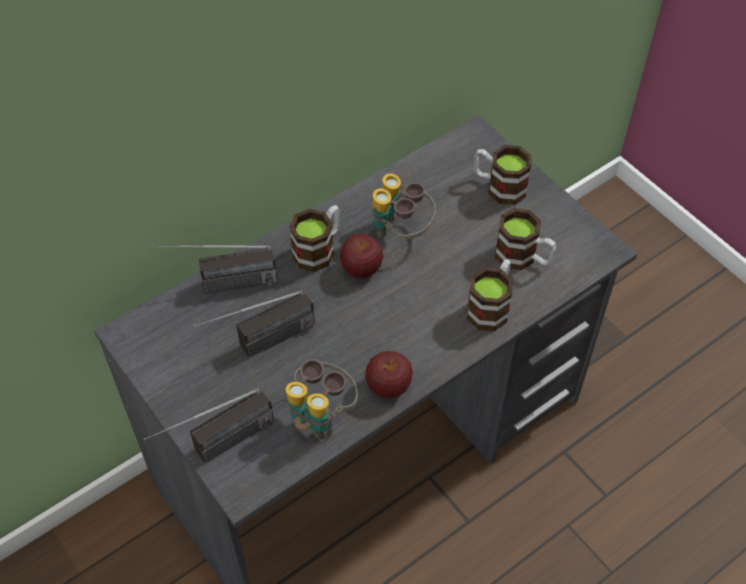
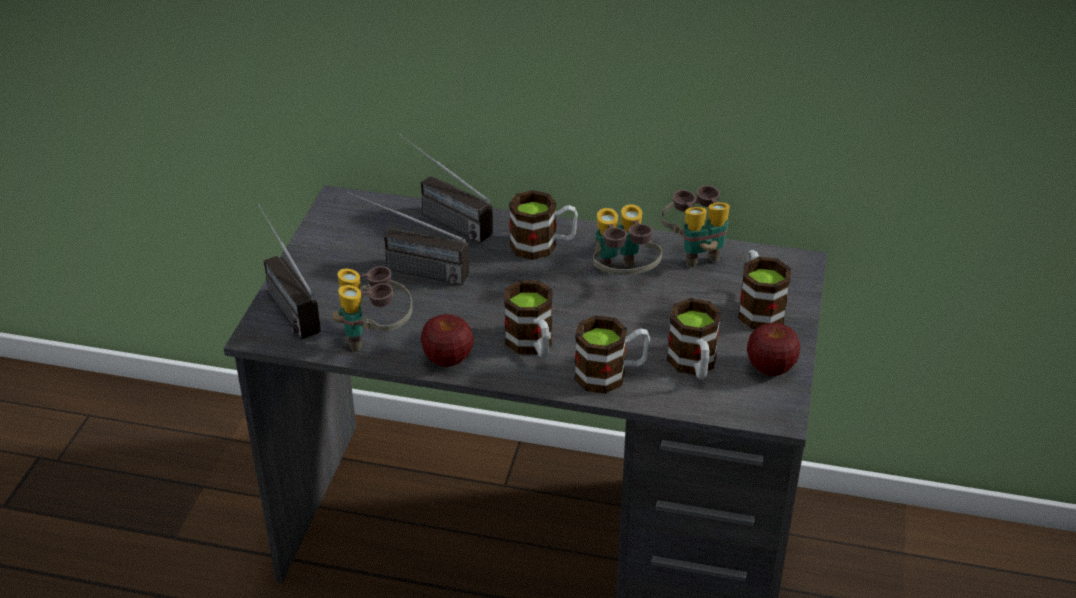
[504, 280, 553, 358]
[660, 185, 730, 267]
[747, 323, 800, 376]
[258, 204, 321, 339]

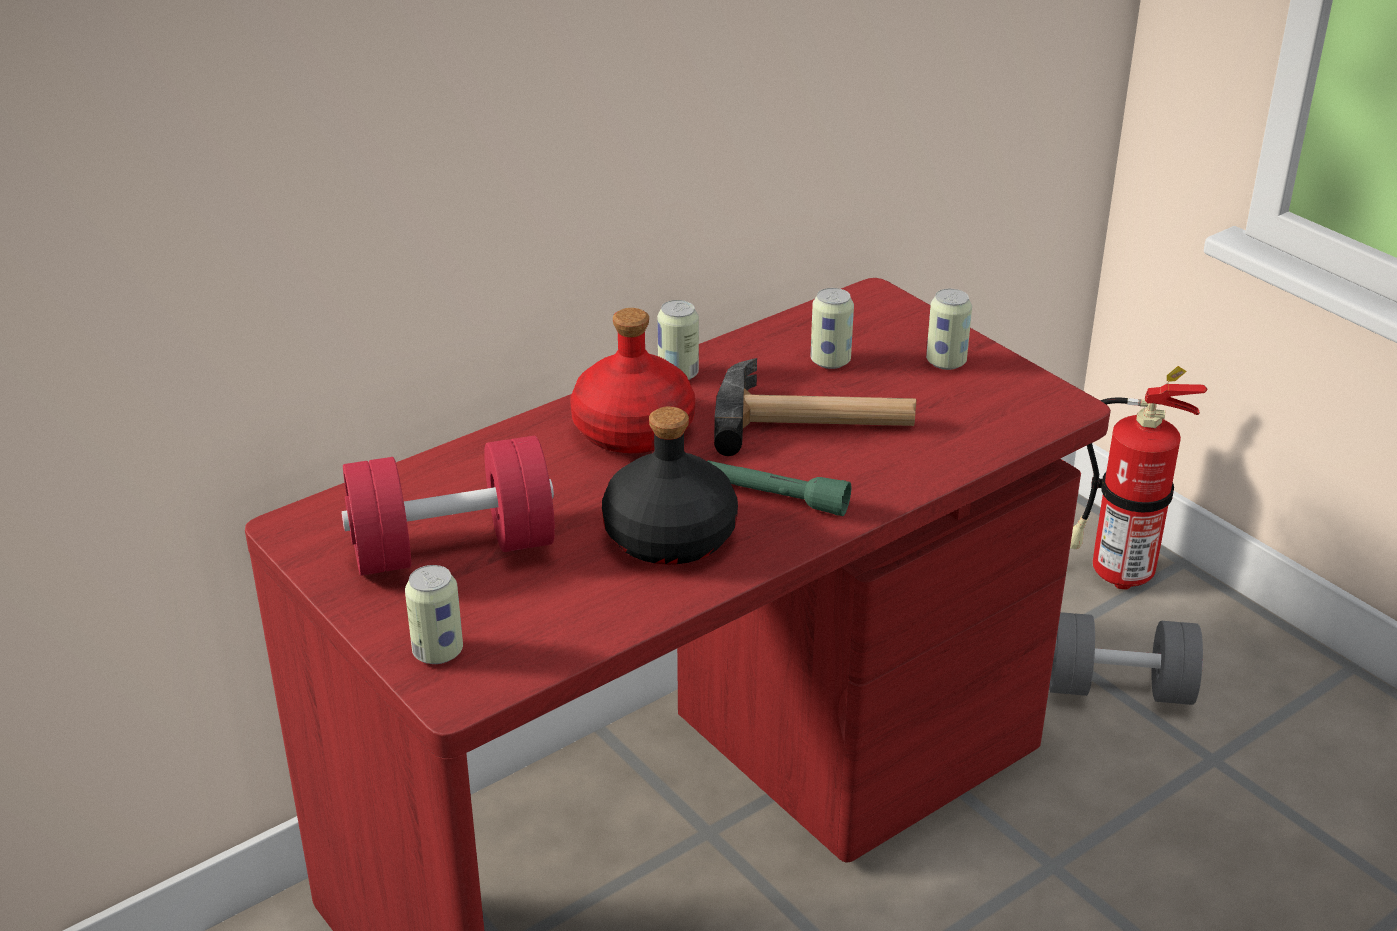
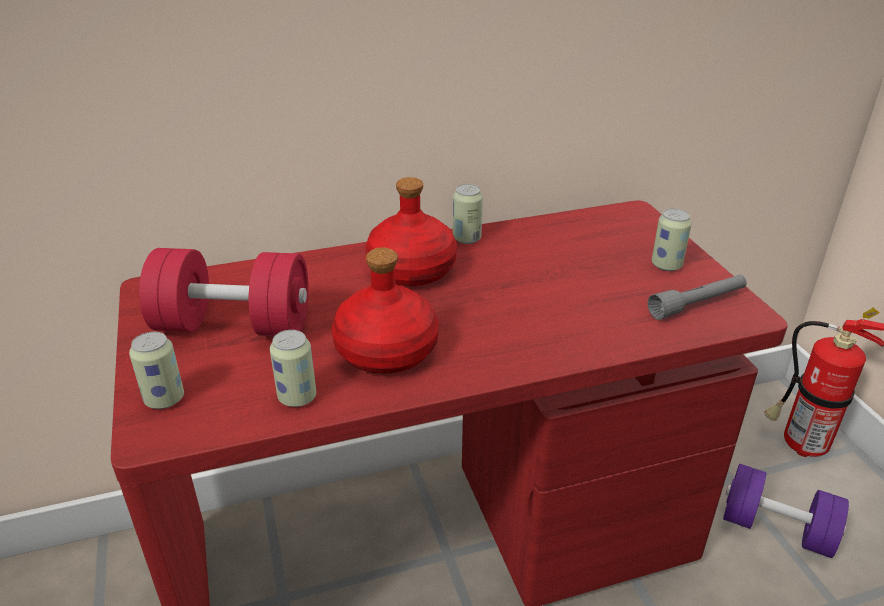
[708, 460, 851, 516] (first image)
[714, 358, 916, 456] (first image)
[648, 275, 747, 320]
[270, 330, 316, 407]
[332, 247, 439, 374]
[723, 464, 849, 558]

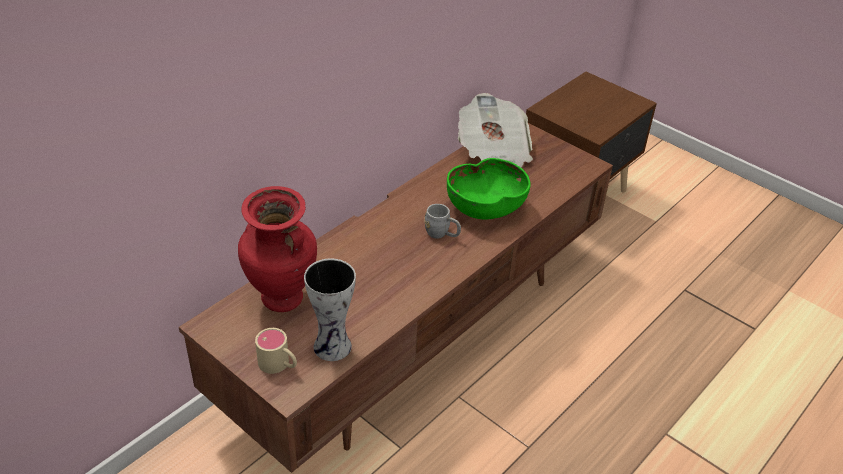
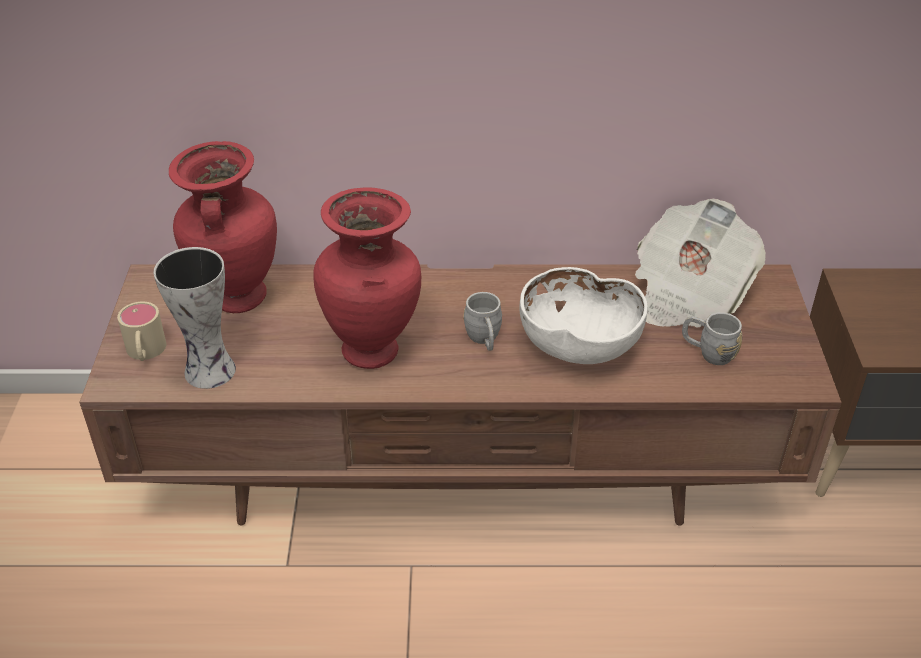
[313, 187, 421, 369]
[682, 312, 742, 365]
[519, 267, 648, 364]

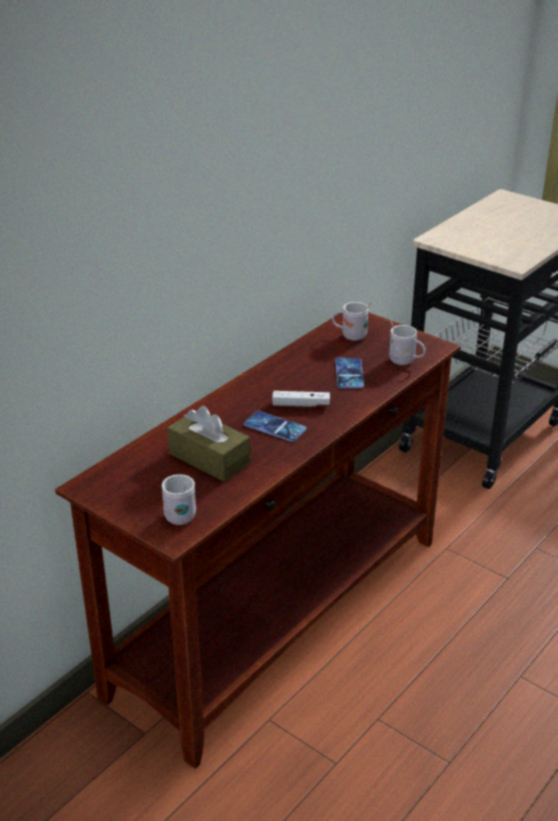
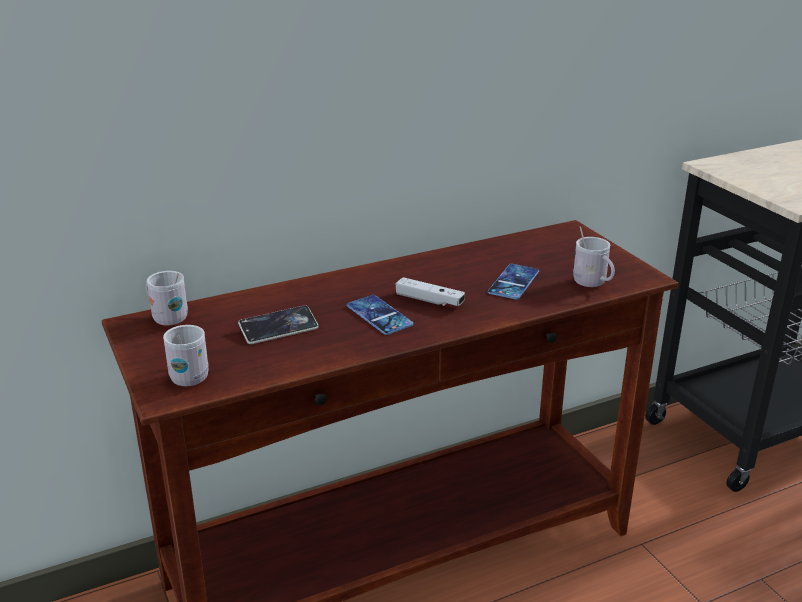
[146, 271, 188, 325]
[238, 305, 318, 344]

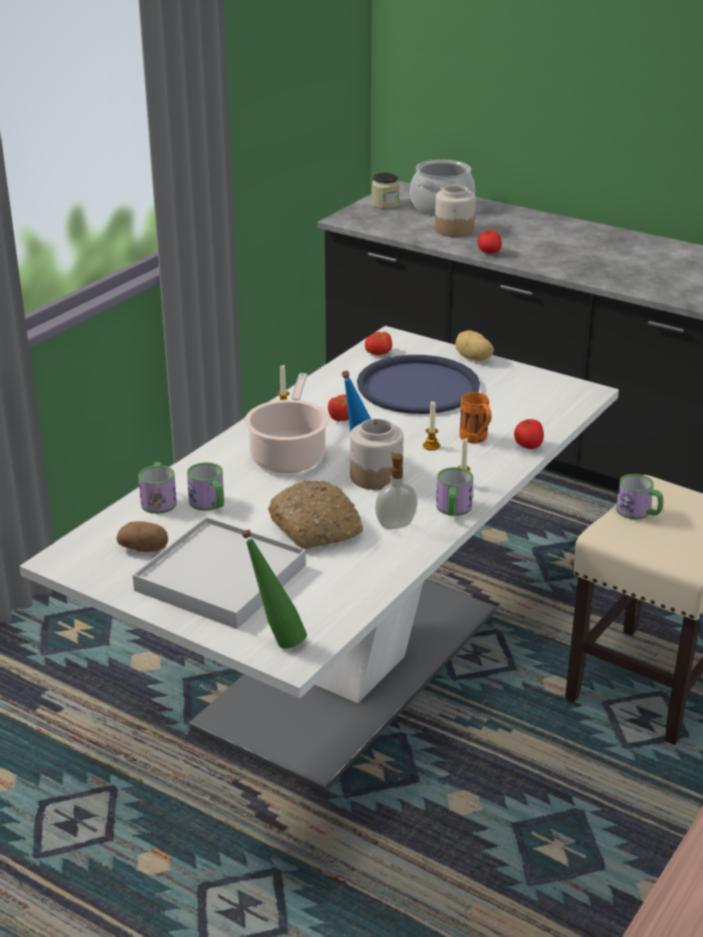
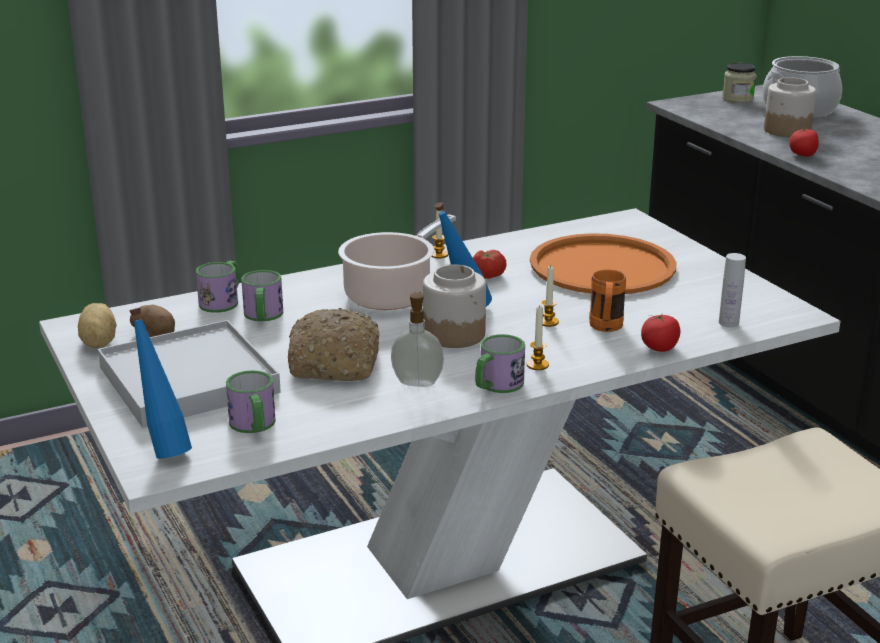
[365, 332, 392, 355] (first image)
[719, 253, 746, 328]
[78, 303, 117, 348]
[226, 370, 276, 433]
[129, 308, 192, 459]
[530, 233, 677, 294]

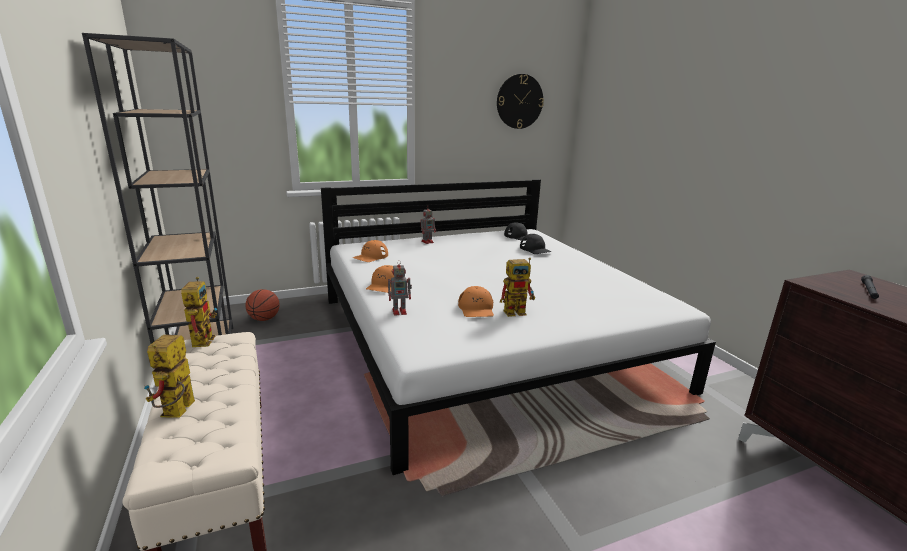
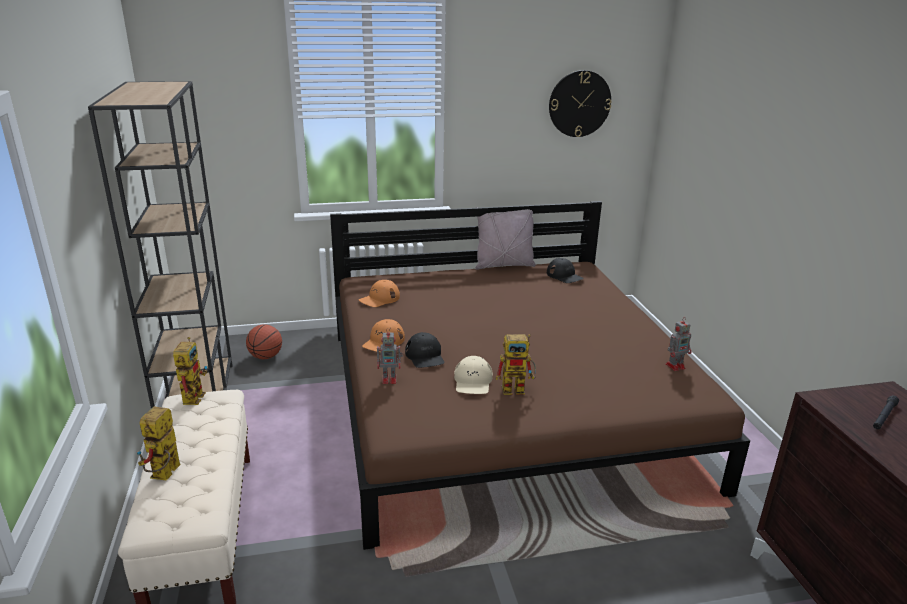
[475, 207, 536, 270]
[665, 318, 692, 371]
[405, 332, 444, 368]
[330, 201, 750, 550]
[454, 356, 493, 394]

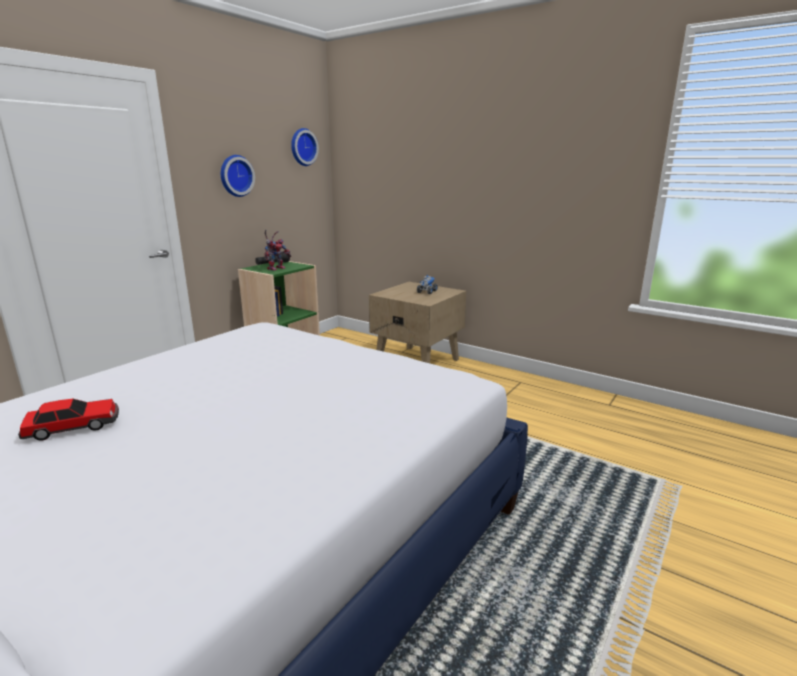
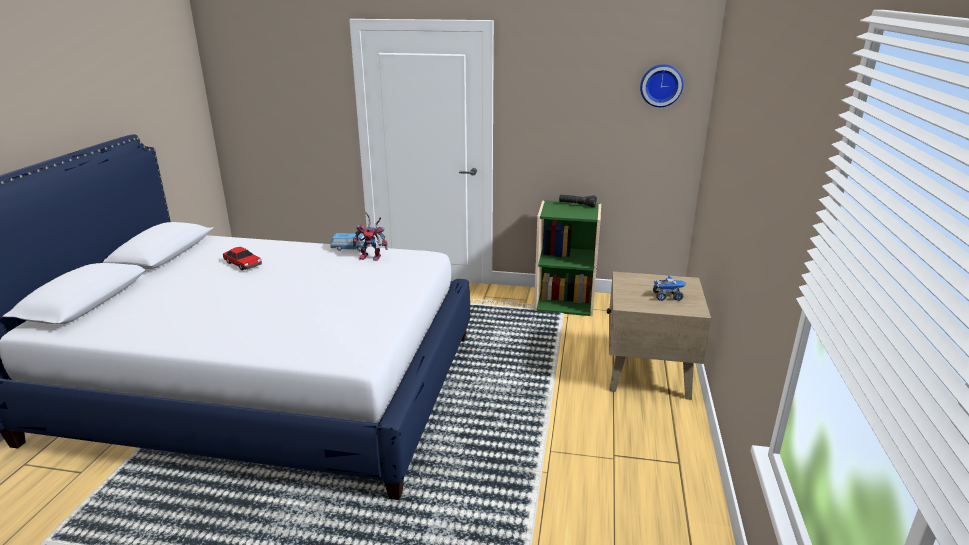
[221, 155, 255, 197] (first image)
[330, 233, 370, 251]
[353, 212, 388, 261]

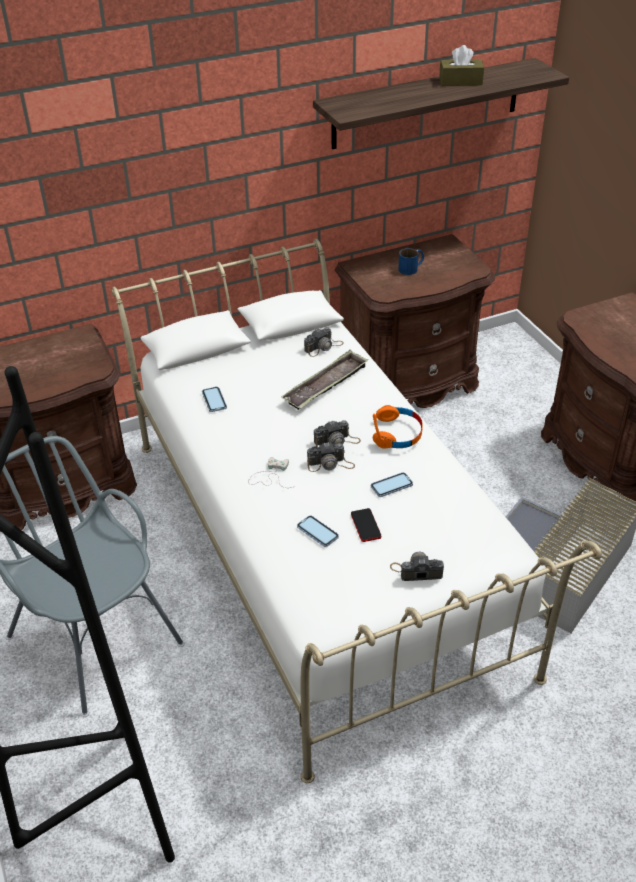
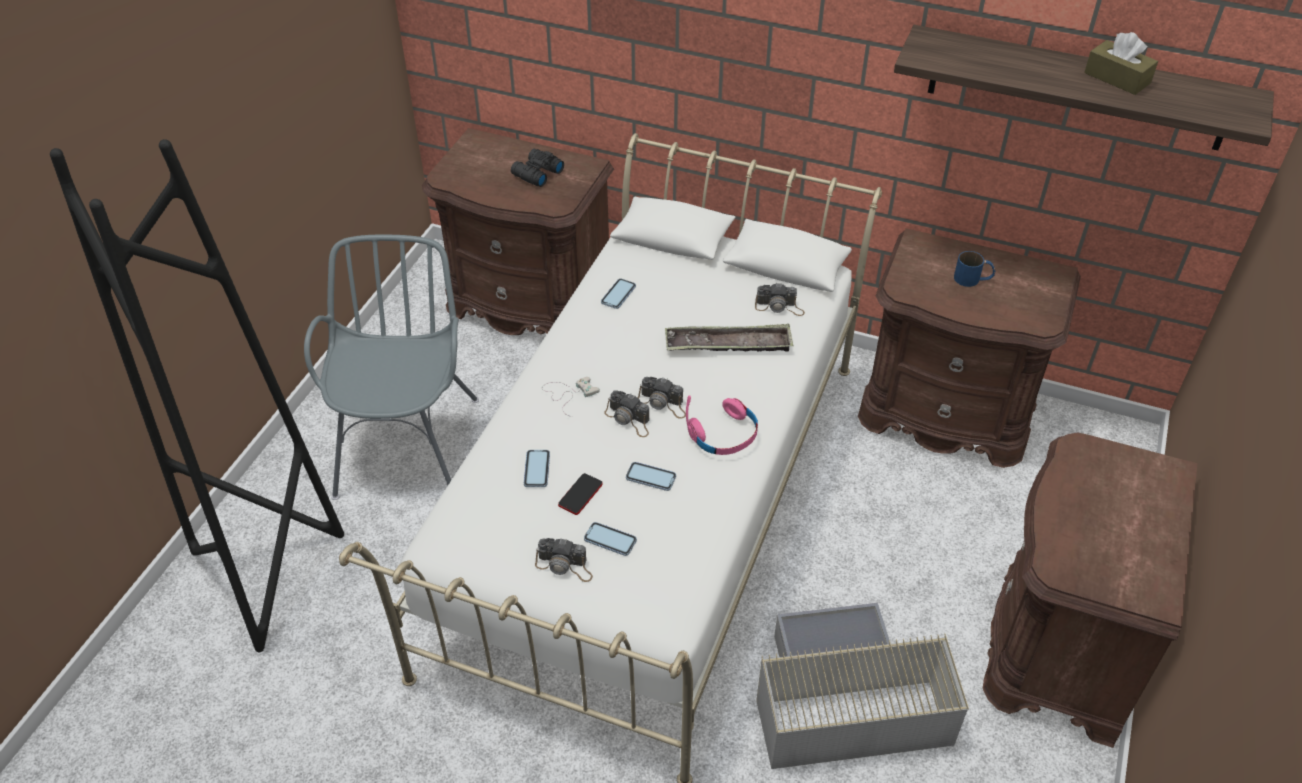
[511, 149, 564, 187]
[584, 522, 637, 556]
[686, 395, 758, 455]
[535, 538, 593, 582]

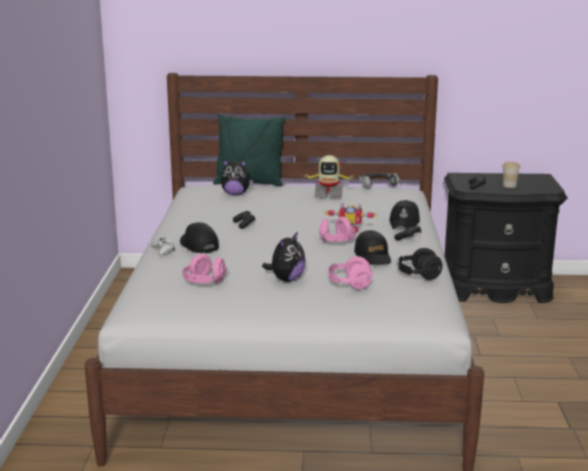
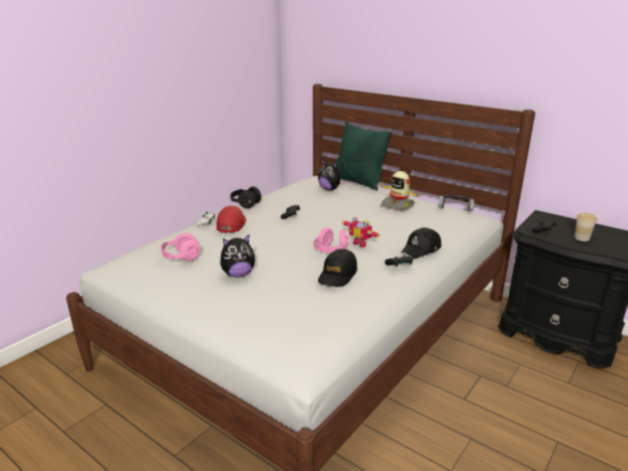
[327, 256, 373, 290] (first image)
[230, 186, 262, 208]
[216, 206, 246, 233]

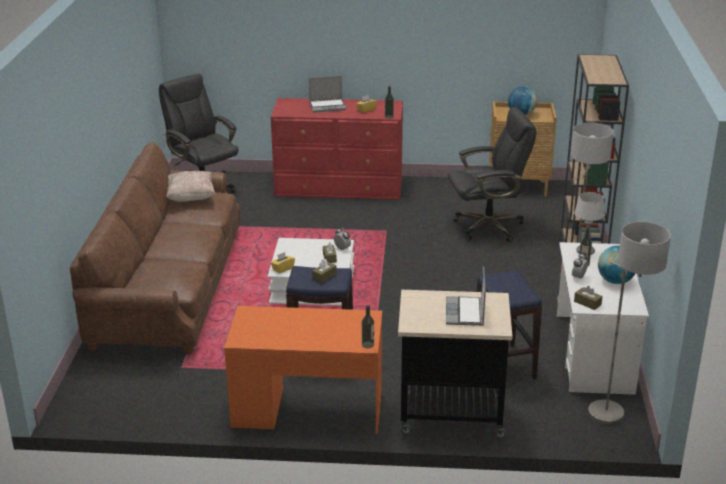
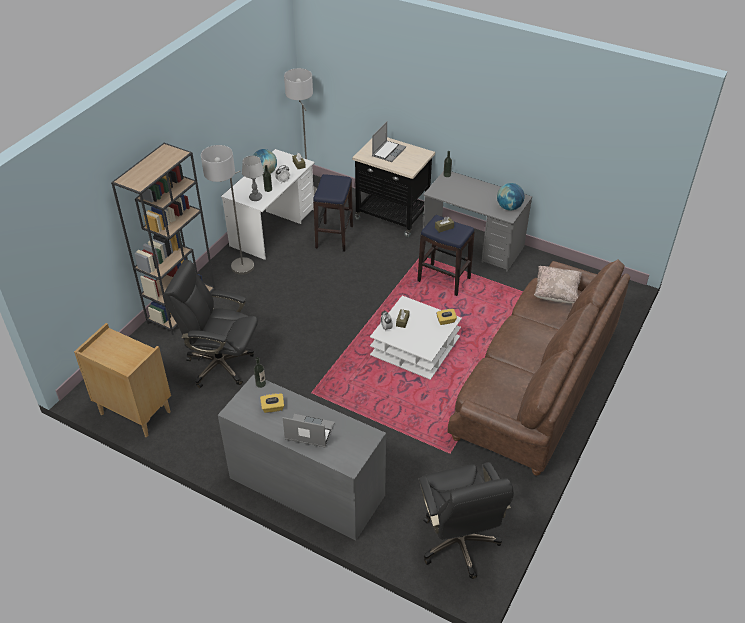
[534, 266, 582, 303]
[497, 183, 525, 210]
[423, 171, 532, 272]
[218, 374, 386, 541]

